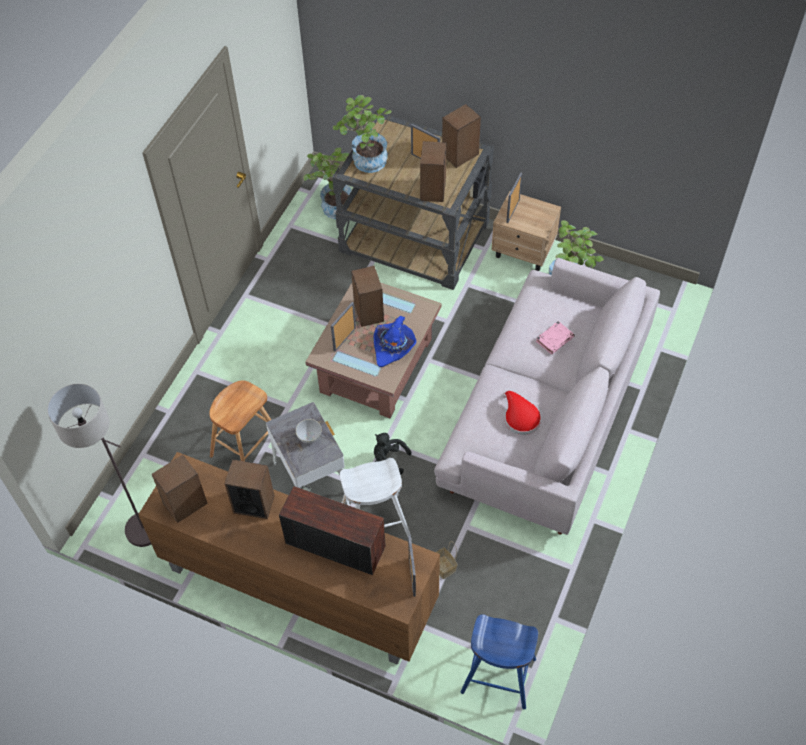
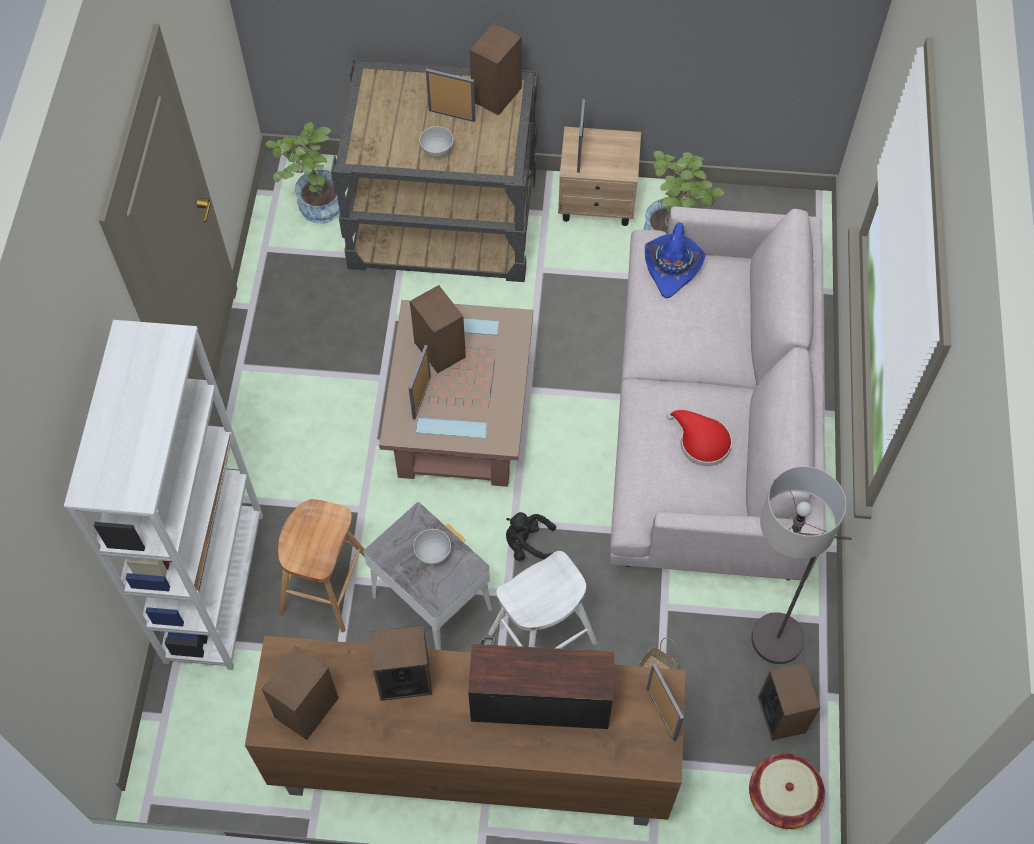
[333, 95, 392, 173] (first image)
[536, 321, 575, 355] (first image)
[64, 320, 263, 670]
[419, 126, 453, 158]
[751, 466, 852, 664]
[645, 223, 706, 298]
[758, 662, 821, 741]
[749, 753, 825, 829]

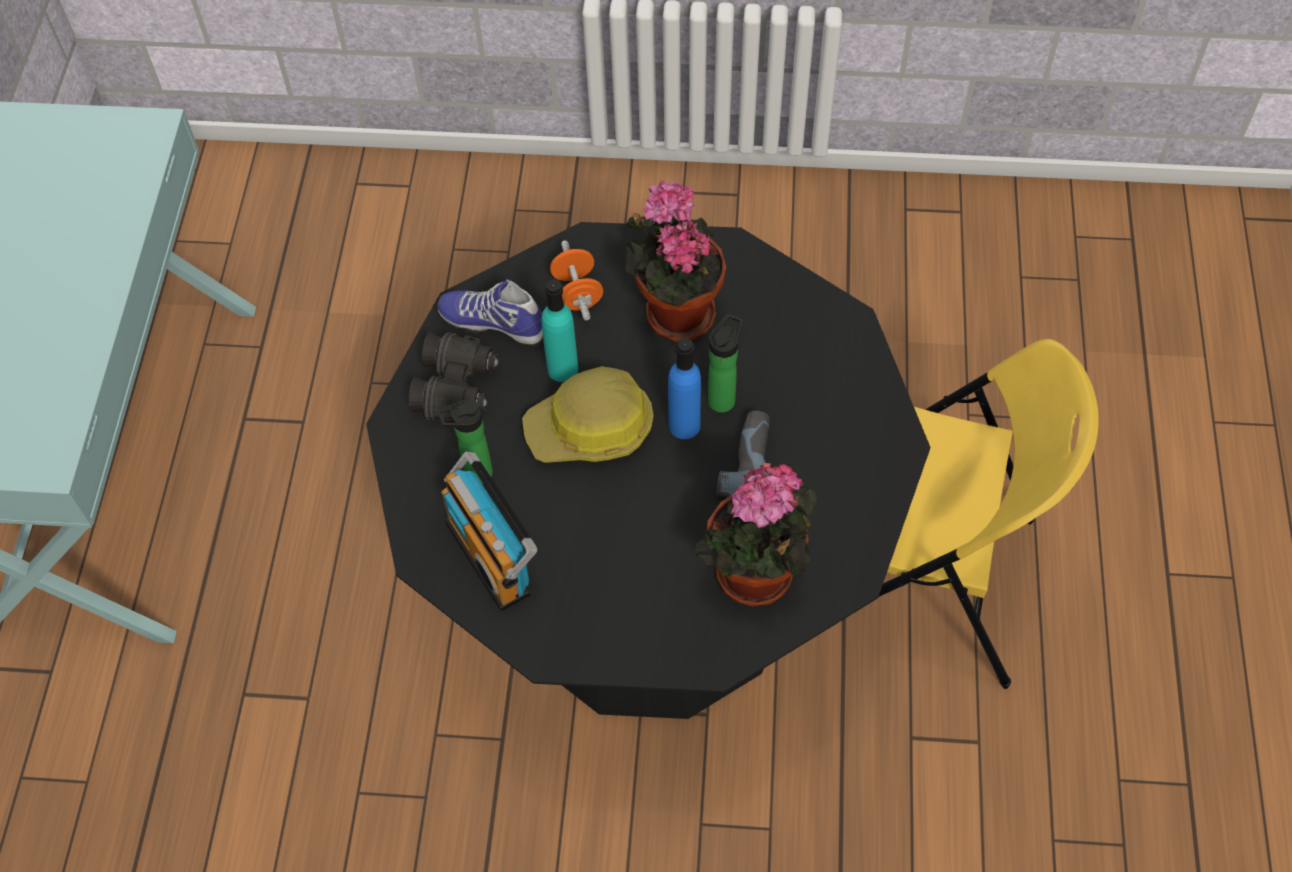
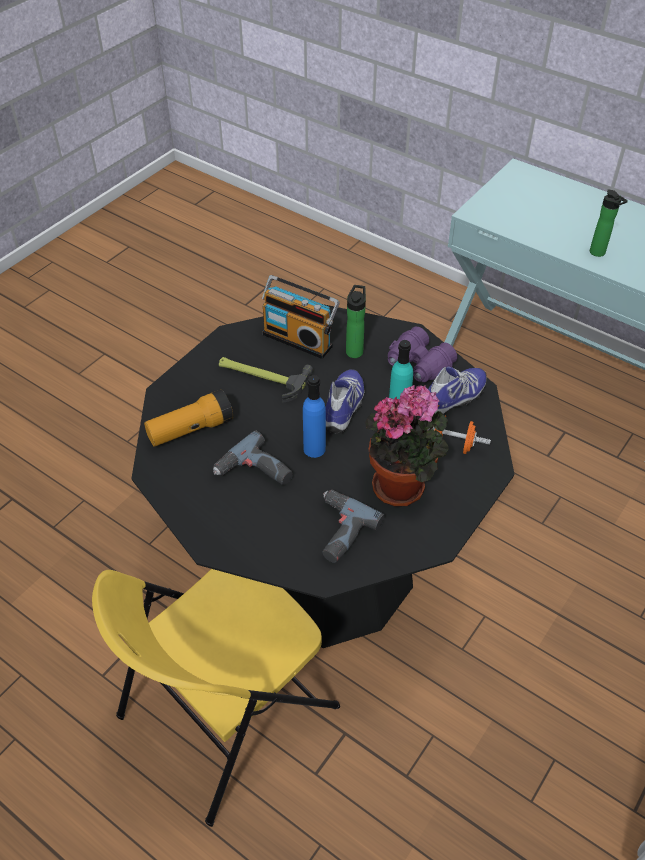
[219, 357, 313, 403]
[323, 490, 385, 563]
[590, 189, 628, 257]
[326, 369, 365, 434]
[144, 390, 233, 447]
[388, 327, 457, 382]
[261, 275, 340, 359]

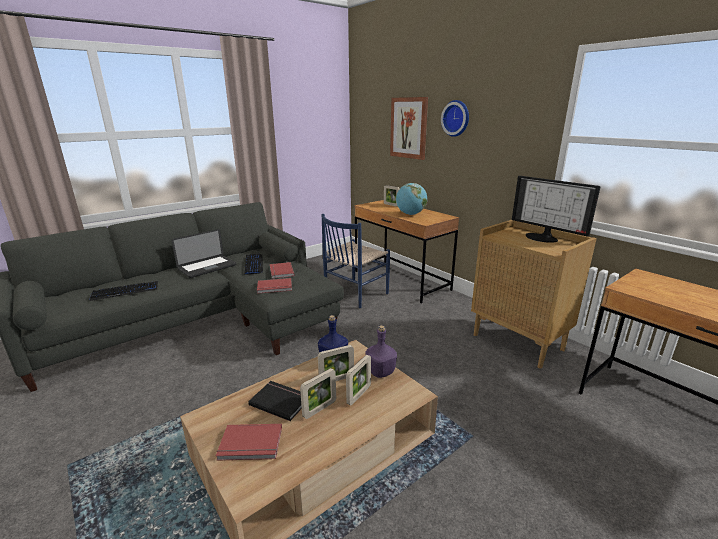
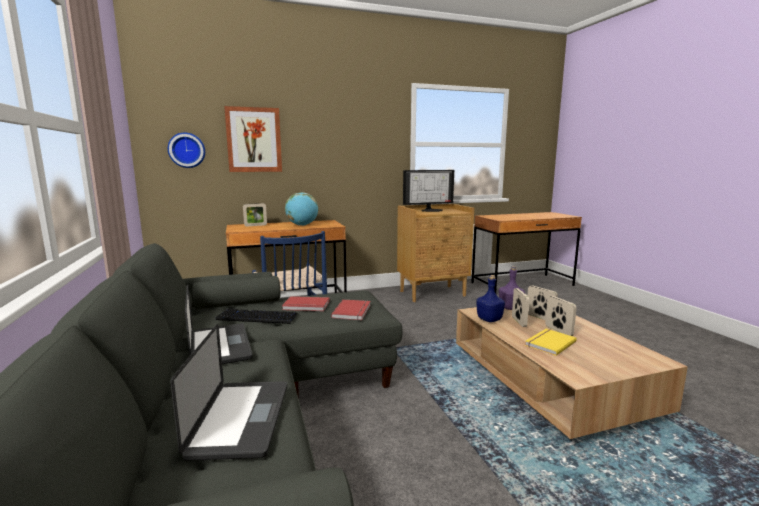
[216, 424, 282, 461] (first image)
[168, 132, 205, 168]
[171, 324, 287, 461]
[525, 329, 577, 356]

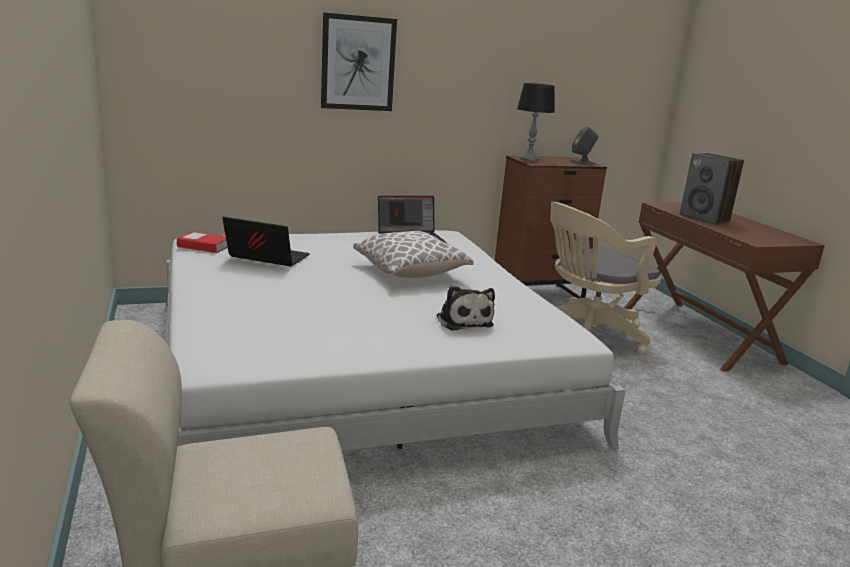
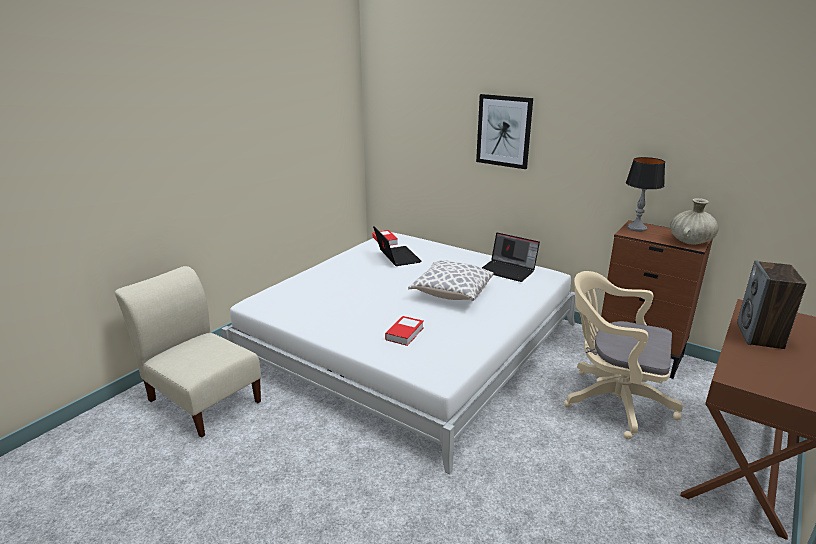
[385, 316, 424, 346]
[670, 198, 719, 245]

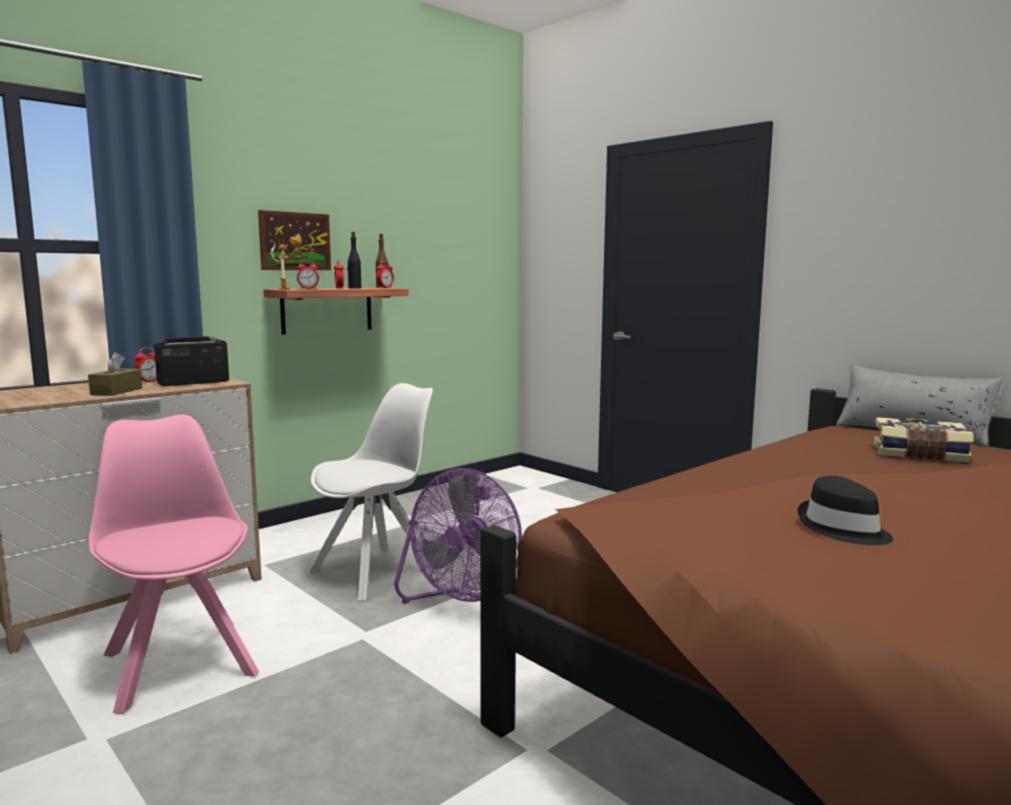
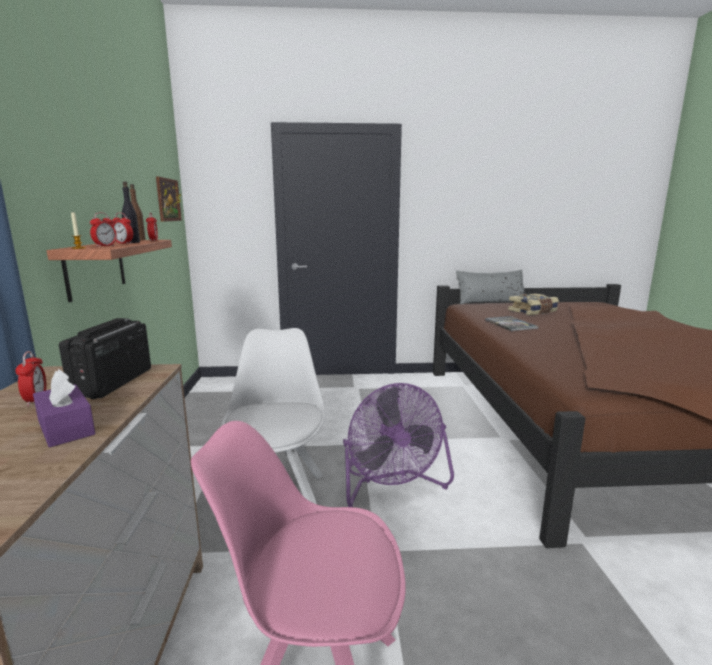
[798, 476, 893, 545] (first image)
[485, 316, 539, 331]
[156, 176, 182, 222]
[33, 369, 95, 447]

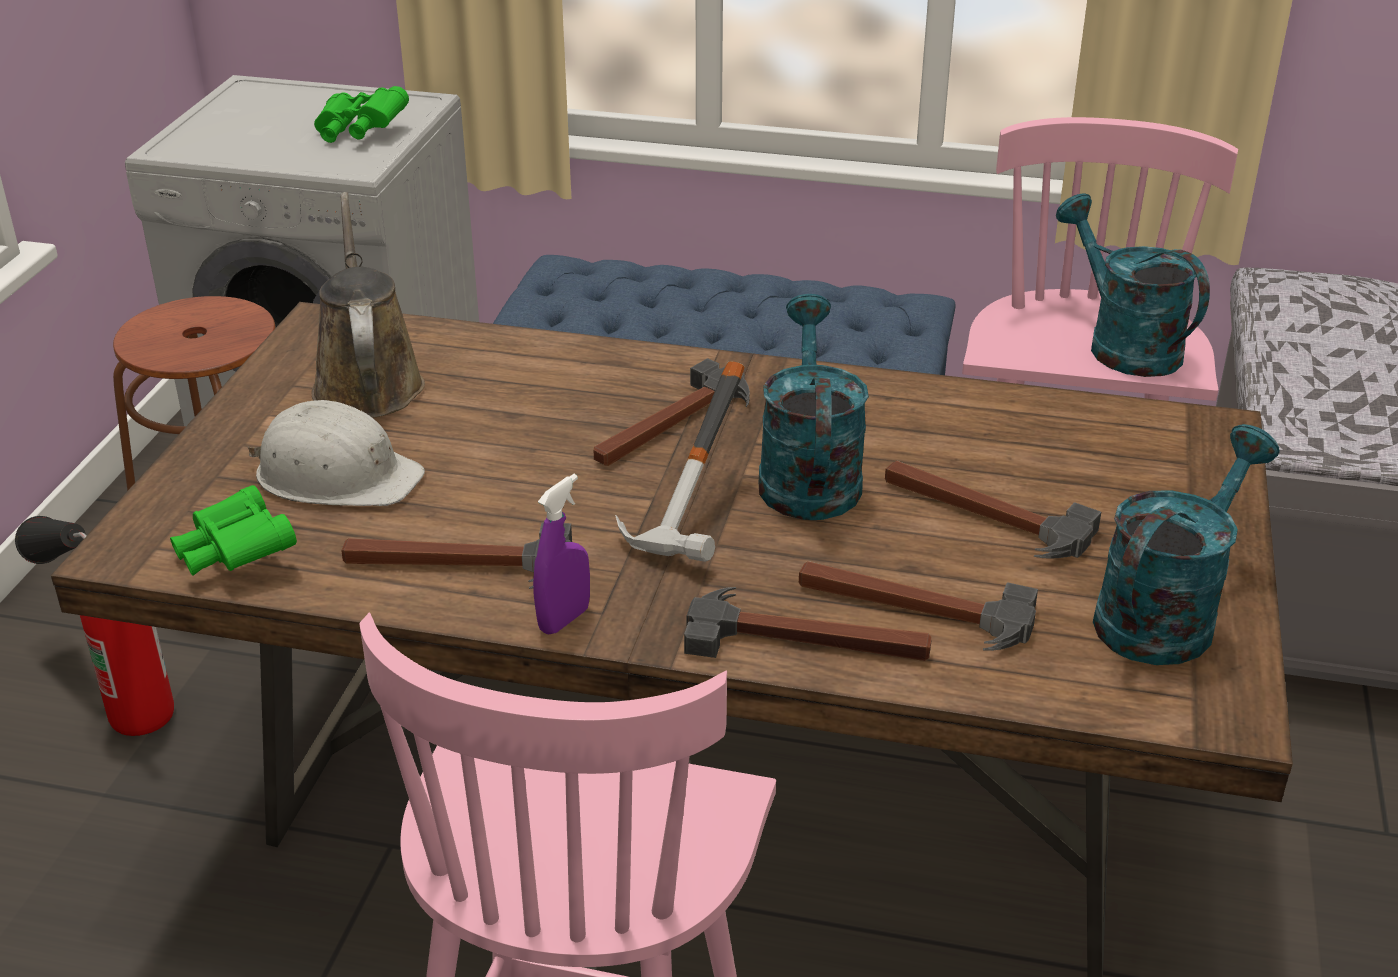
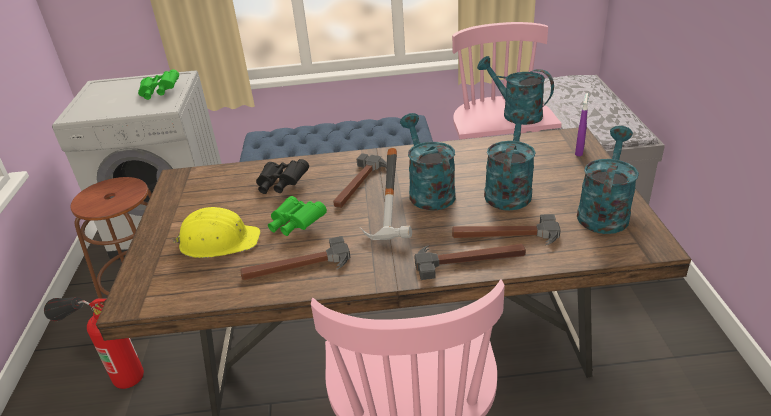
[312, 192, 425, 418] (first image)
[256, 159, 309, 194]
[268, 196, 327, 236]
[575, 93, 589, 156]
[484, 110, 536, 211]
[172, 207, 260, 258]

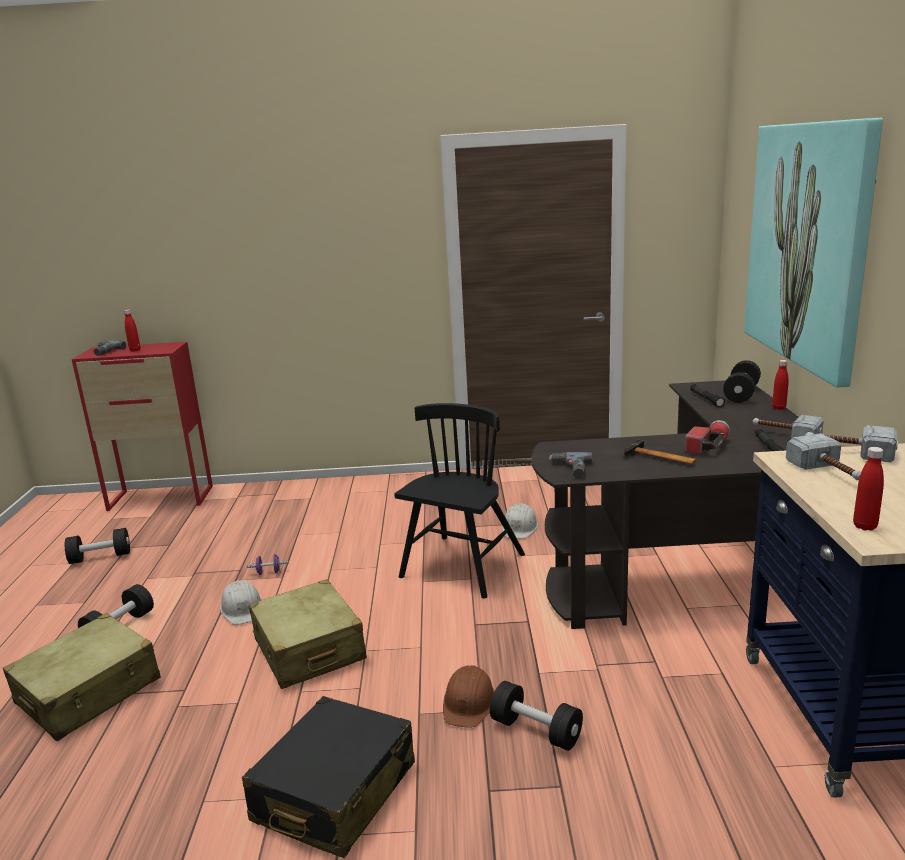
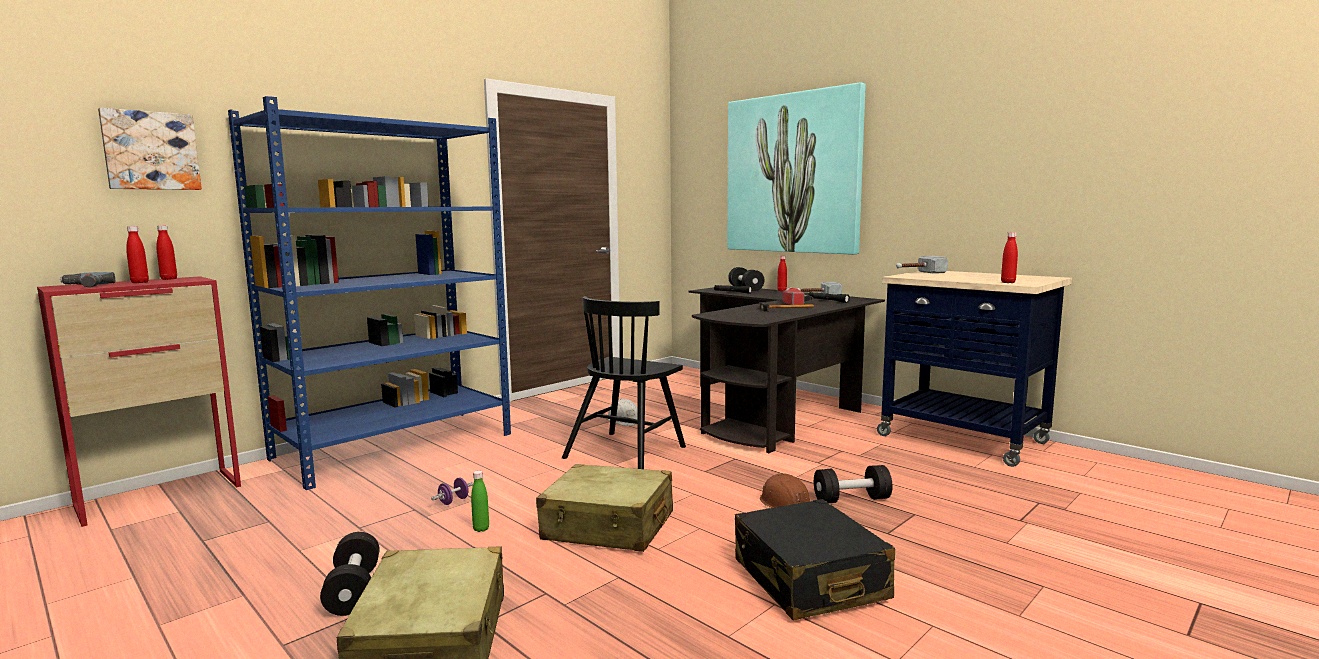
[65, 528, 130, 564] (first image)
[549, 452, 592, 479] (first image)
[786, 433, 861, 480] (first image)
[98, 108, 202, 190]
[157, 225, 177, 280]
[228, 96, 511, 490]
[471, 471, 489, 532]
[562, 296, 686, 469]

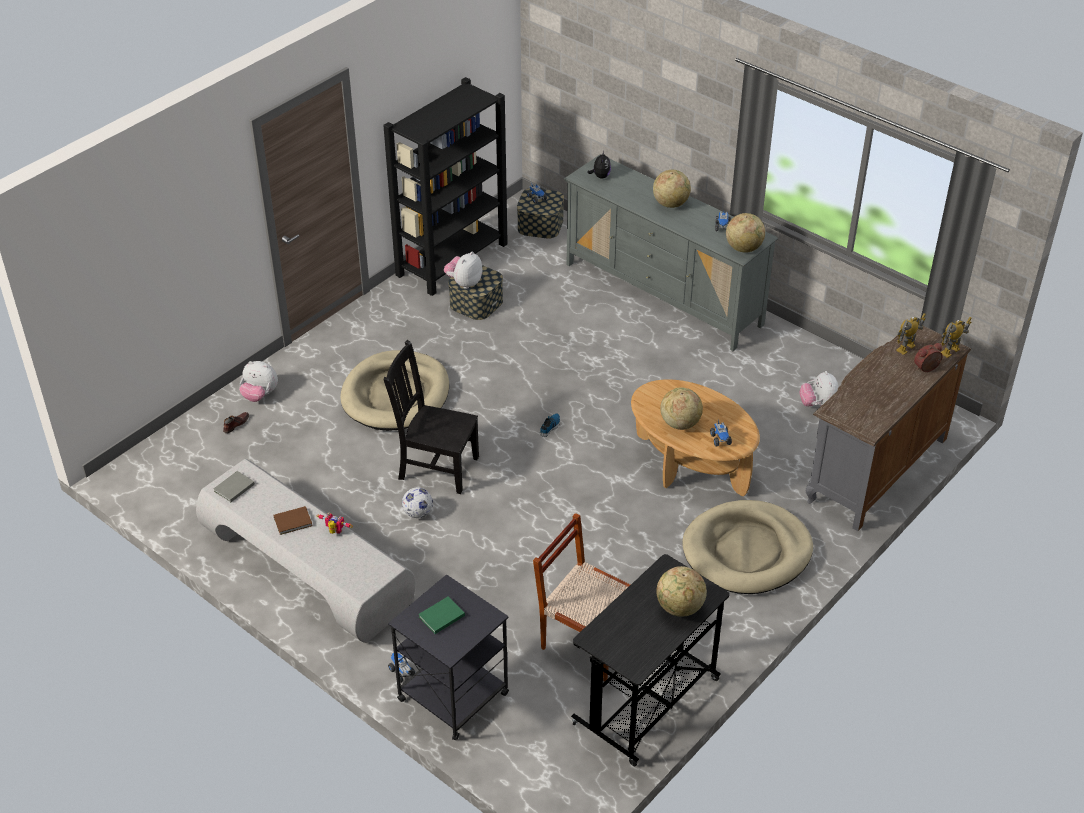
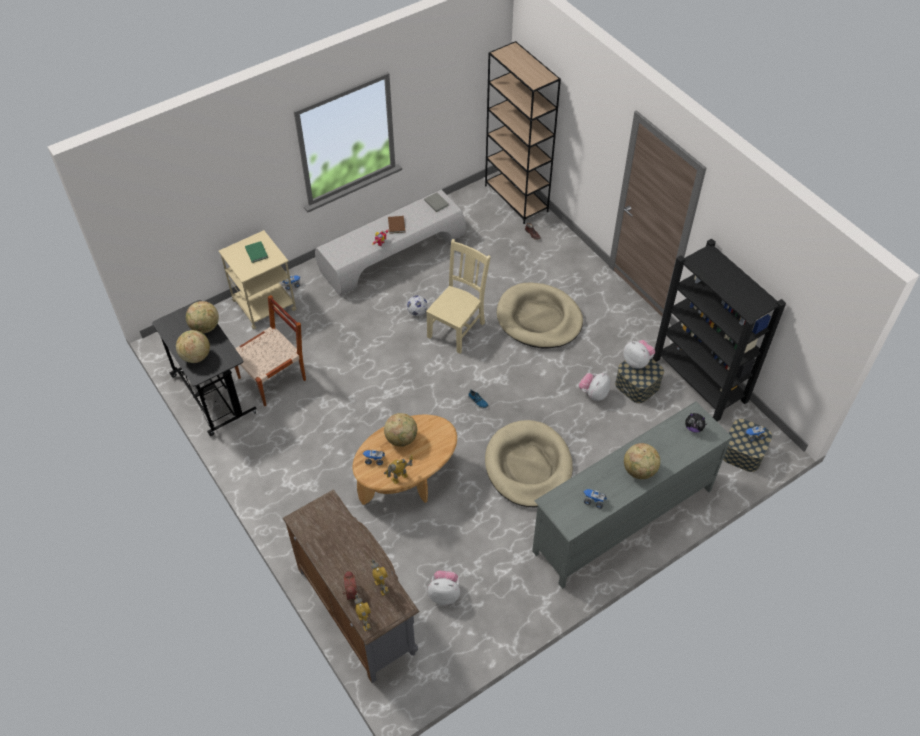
[384, 455, 414, 485]
[485, 41, 561, 224]
[579, 373, 610, 401]
[485, 420, 573, 507]
[186, 301, 219, 333]
[426, 239, 491, 354]
[219, 230, 297, 329]

